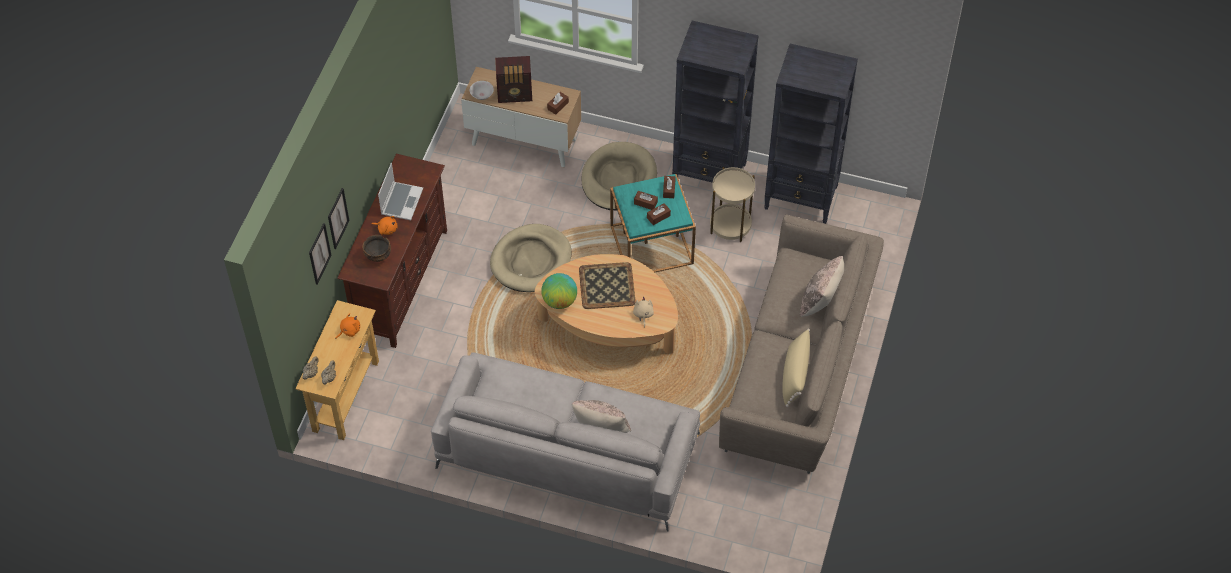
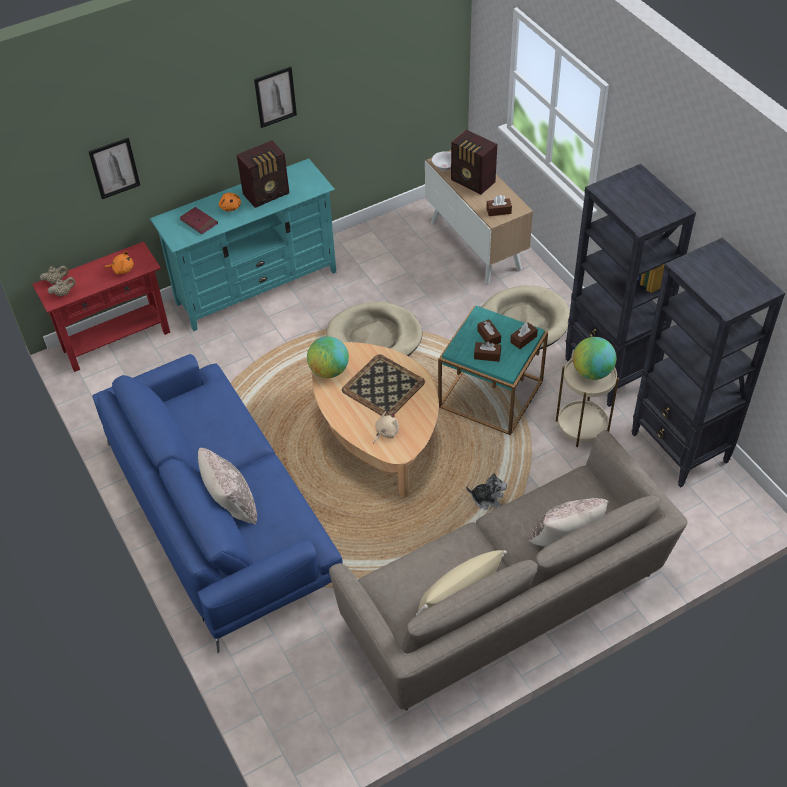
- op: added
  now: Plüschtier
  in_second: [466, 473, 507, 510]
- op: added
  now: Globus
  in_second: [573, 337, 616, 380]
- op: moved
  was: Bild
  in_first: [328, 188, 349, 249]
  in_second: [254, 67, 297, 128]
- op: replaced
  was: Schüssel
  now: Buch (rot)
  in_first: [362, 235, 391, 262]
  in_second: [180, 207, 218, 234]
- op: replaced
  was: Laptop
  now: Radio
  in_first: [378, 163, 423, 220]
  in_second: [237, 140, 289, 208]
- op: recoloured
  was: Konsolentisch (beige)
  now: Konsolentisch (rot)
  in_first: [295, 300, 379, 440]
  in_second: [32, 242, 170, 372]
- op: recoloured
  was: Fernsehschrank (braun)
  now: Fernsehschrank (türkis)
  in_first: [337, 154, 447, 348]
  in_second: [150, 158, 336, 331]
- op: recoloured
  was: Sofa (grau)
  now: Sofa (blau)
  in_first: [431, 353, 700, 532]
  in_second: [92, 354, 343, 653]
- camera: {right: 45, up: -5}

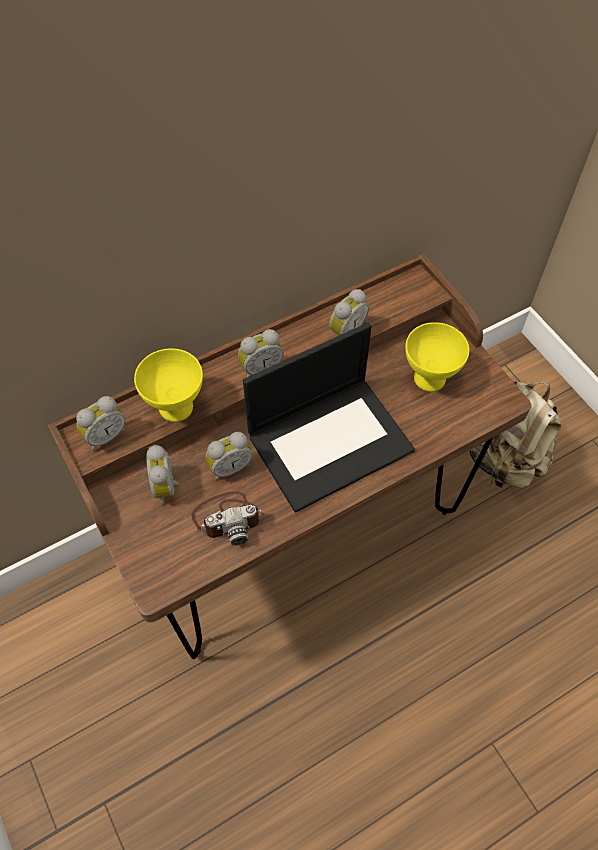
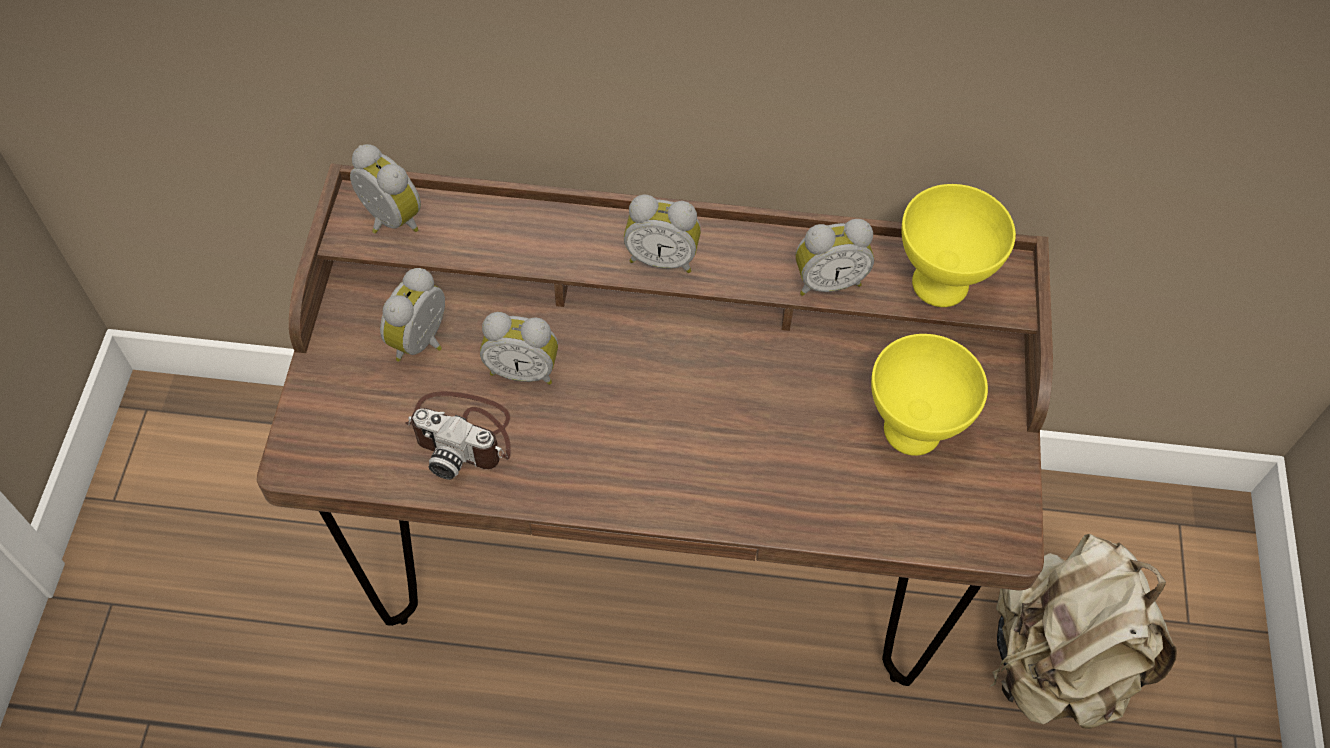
- op: removed
  was: Laptop
  in_first: [243, 323, 415, 513]
- op: moved
  was: Schüssel (gelb)
  in_first: [134, 348, 203, 422]
  in_second: [901, 184, 1016, 307]
- op: turned
  was: Wecker
  in_first: [76, 396, 126, 451]
  in_second: [350, 144, 421, 234]
  clockwise: -135
- camera: {right: 35, up: 0}

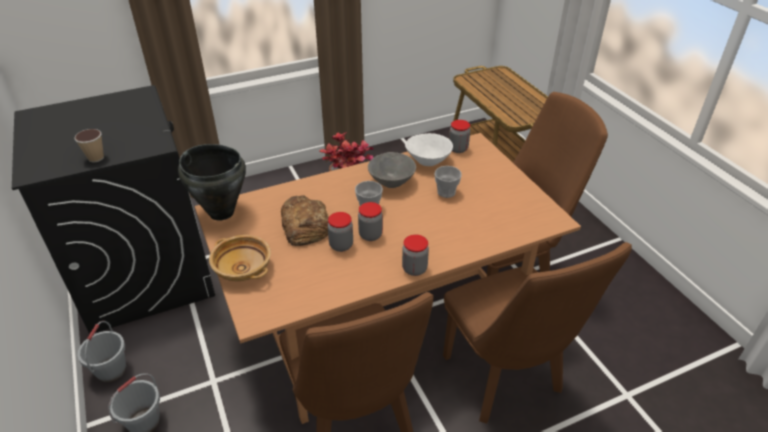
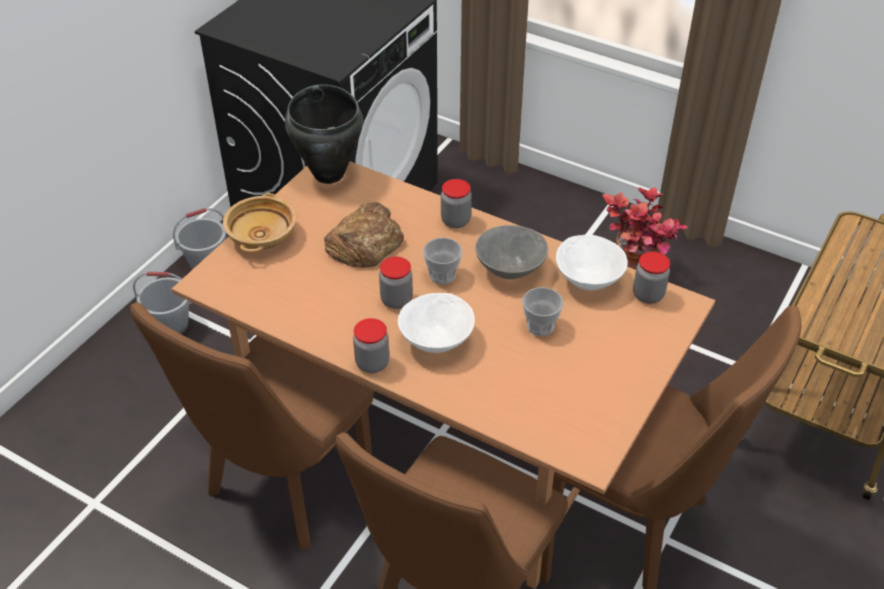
- op: removed
  was: Tasse
  in_first: [74, 129, 104, 162]
- op: added
  now: Schüssel (weiß)
  in_second: [398, 293, 475, 353]
- op: moved
  was: Vorratsglas
  in_first: [328, 212, 353, 252]
  in_second: [441, 179, 472, 228]
- camera: {right: 55, up: 5}

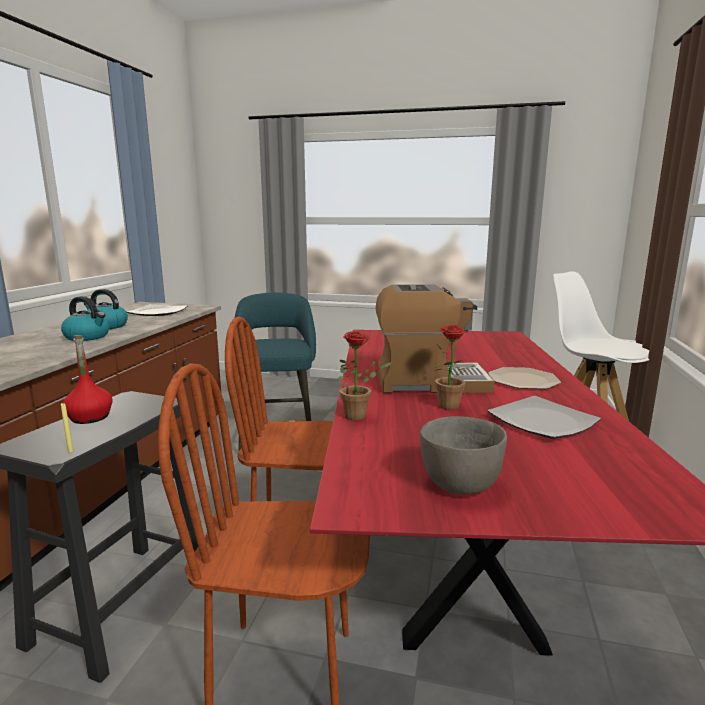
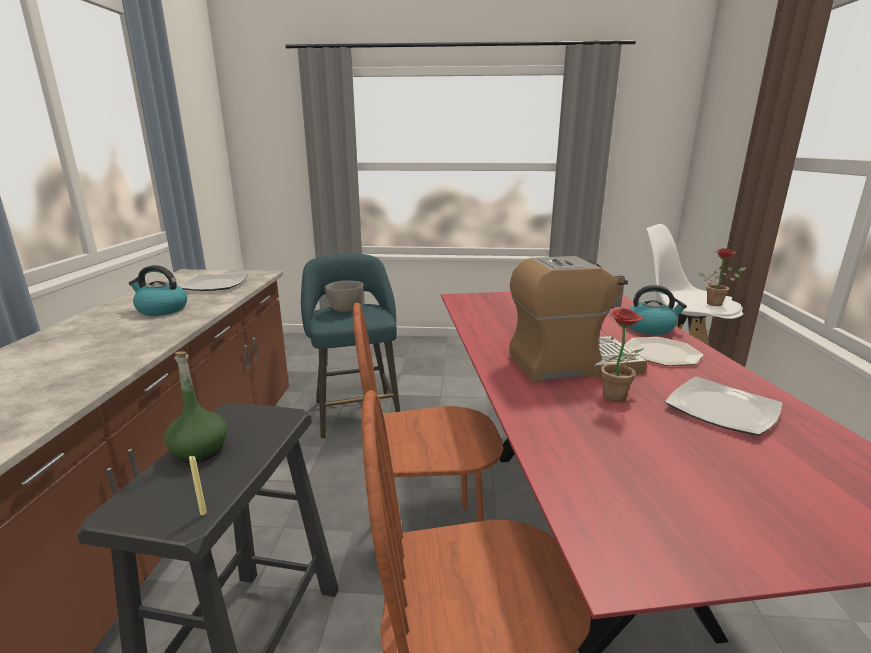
- op: moved
  was: Wasserkessel
  in_first: [61, 296, 109, 341]
  in_second: [629, 285, 687, 335]
- op: moved
  was: Topfpflanze
  in_first: [338, 331, 392, 421]
  in_second: [699, 248, 746, 306]
- op: moved
  was: Schüssel (grau)
  in_first: [420, 416, 507, 495]
  in_second: [325, 281, 363, 312]
- op: recoloured
  was: Flasche (rot)
  now: Flasche (grün)
  in_first: [63, 335, 113, 424]
  in_second: [164, 351, 227, 463]
- camera: {right: -10, up: 5}

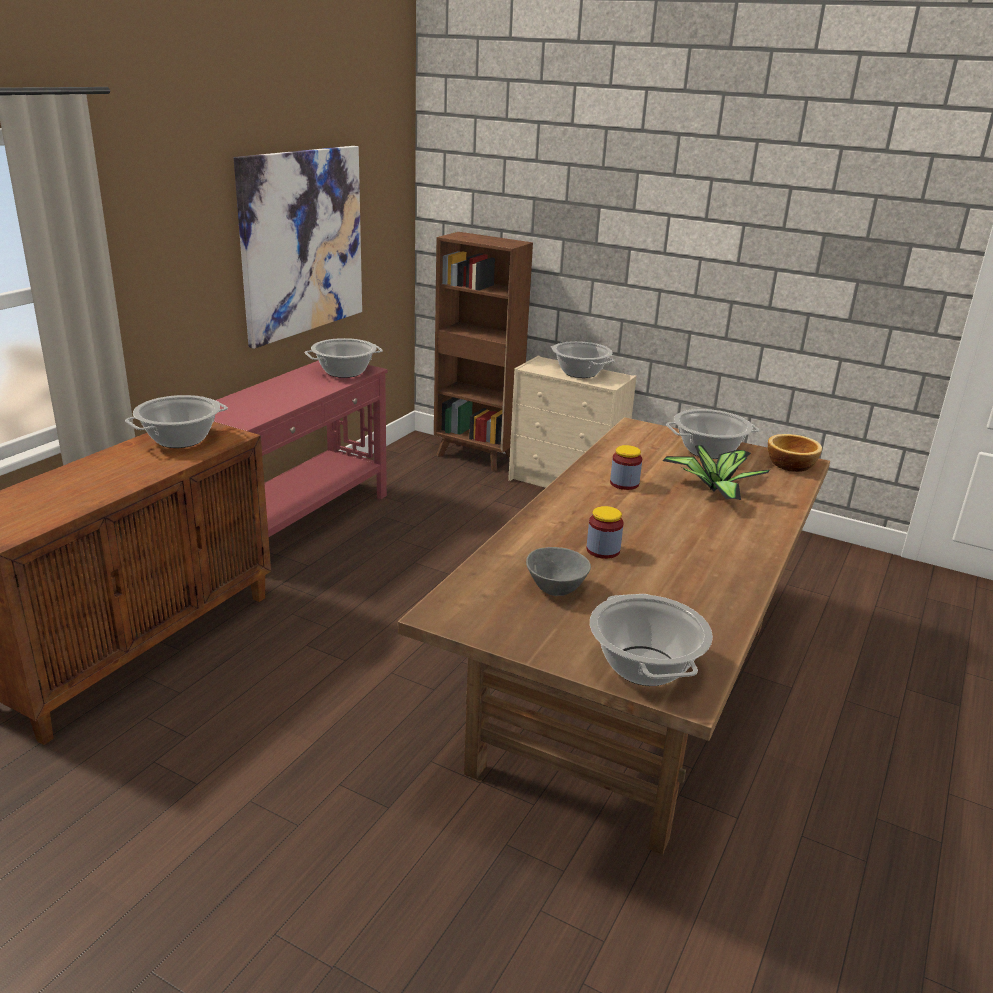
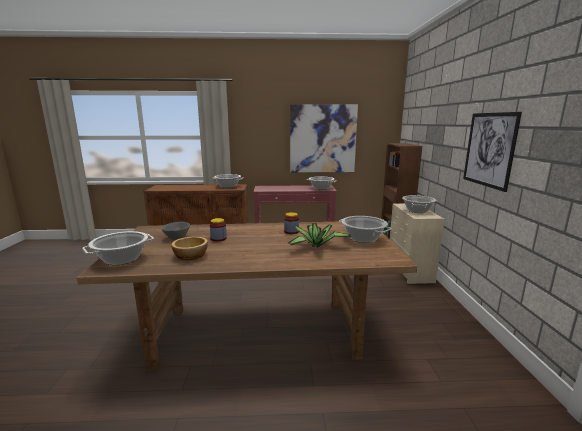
- op: added
  now: Bild
  in_second: [463, 112, 522, 192]
- op: moved
  was: Schüssel
  in_first: [768, 434, 822, 472]
  in_second: [171, 236, 208, 261]
- camera: {right: 60, up: -10}

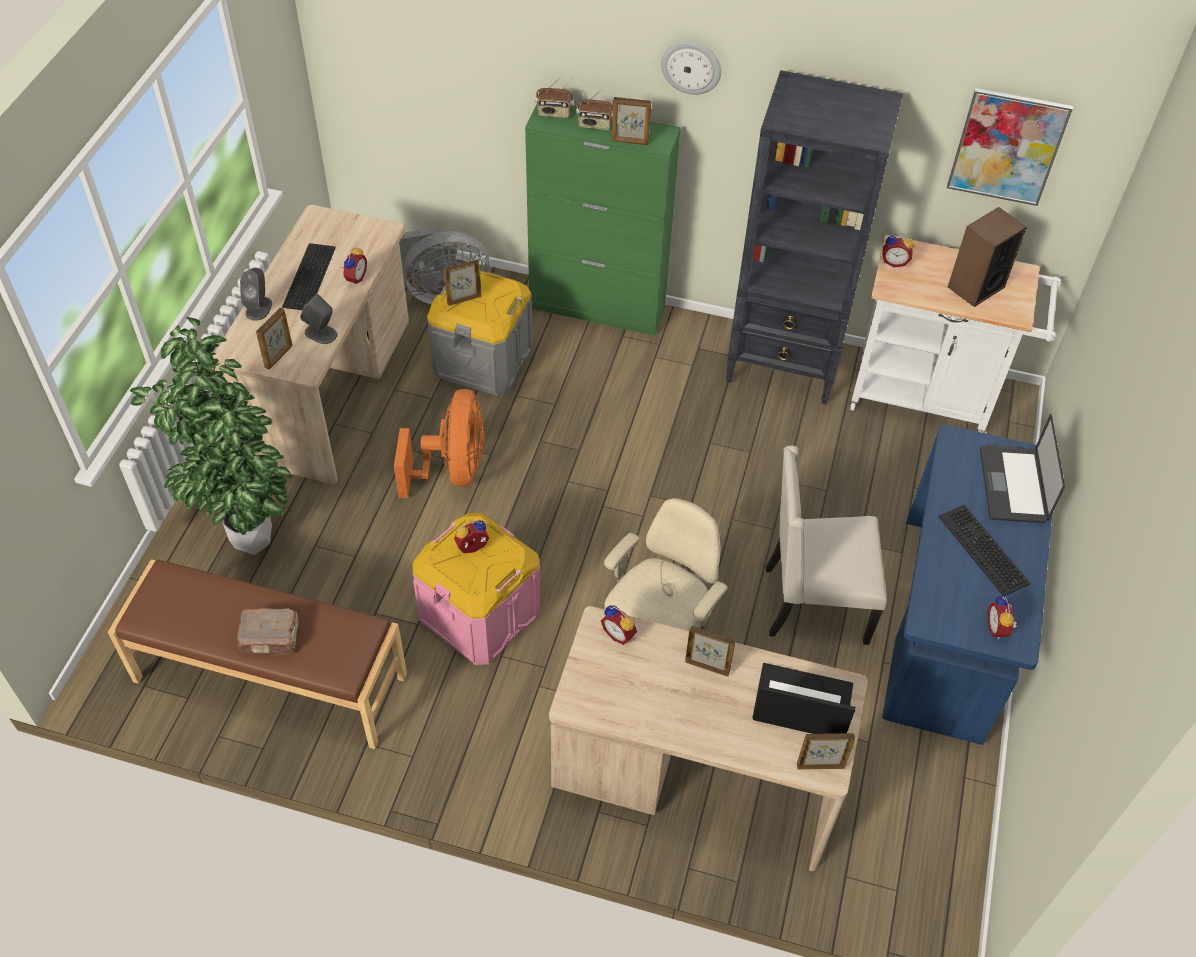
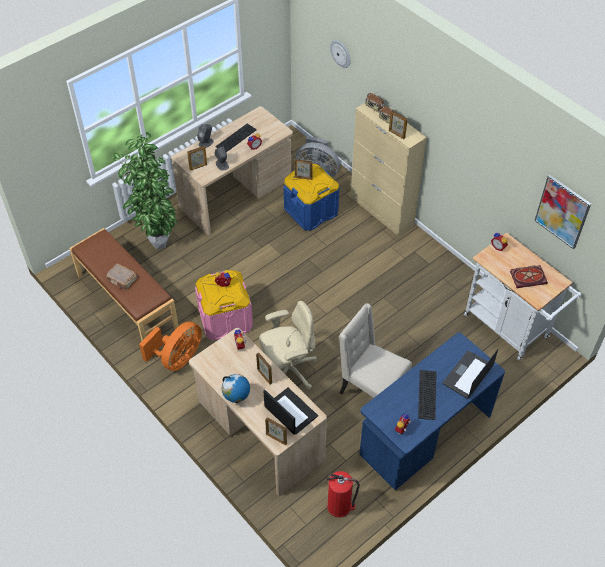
- op: removed
  was: Bücherregal (schwarz)
  in_first: [726, 70, 903, 404]
- op: added
  now: Globus
  in_second: [222, 374, 250, 403]
- op: added
  now: Feuerlöscher
  in_second: [326, 471, 360, 518]
- op: moved
  was: Ventilator (orange)
  in_first: [394, 389, 484, 498]
  in_second: [139, 322, 202, 371]
- op: moved
  was: Wanduhr
  in_first: [661, 41, 721, 95]
  in_second: [330, 40, 350, 68]
- op: replaced
  was: Lautsprecher
  now: Buch
  in_first: [948, 207, 1027, 307]
  in_second: [510, 265, 548, 288]
- op: recoloured
  was: Aufbewahrungsbox (grau)
  now: Aufbewahrungsbox (blau)
  in_first: [427, 271, 533, 396]
  in_second: [284, 164, 339, 231]
- op: recoloured
  was: Schrank (grün)
  now: Schrank (beige)
  in_first: [525, 105, 681, 336]
  in_second: [351, 103, 427, 236]
- camera: {right: 35, up: 0}

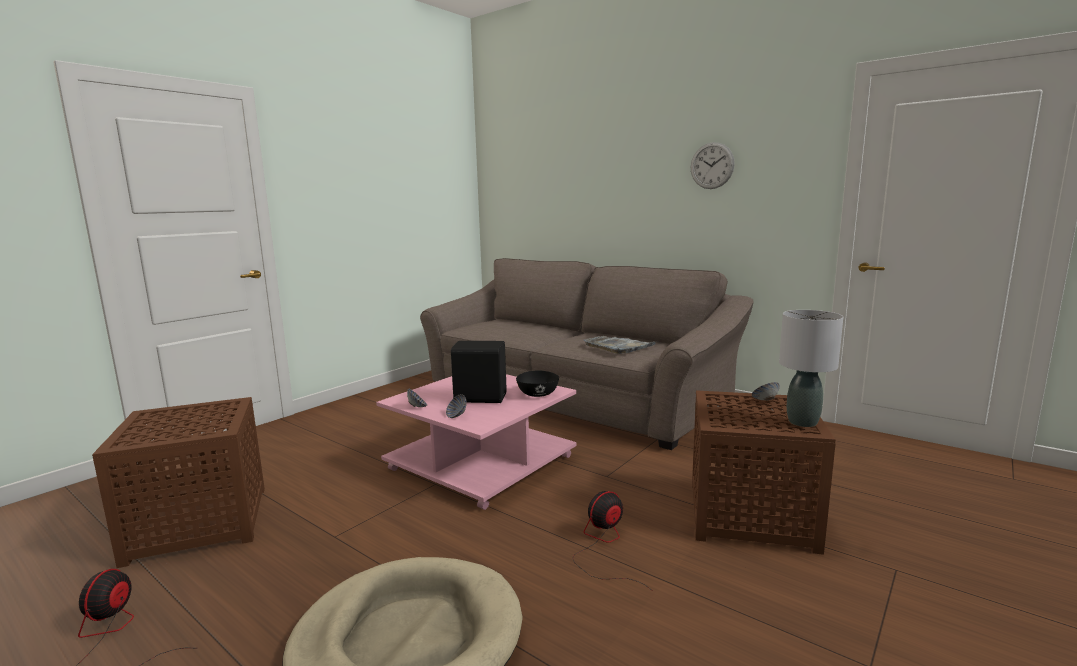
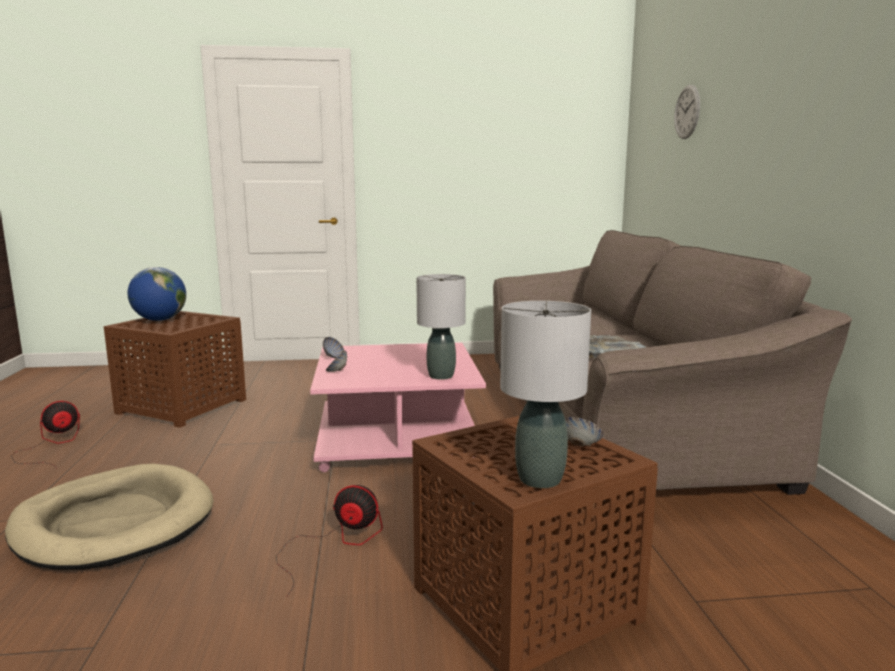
- op: removed
  was: Lautsprecher (schwarz)
  in_first: [451, 341, 507, 403]
- op: added
  now: Globus
  in_second: [127, 267, 186, 321]
- op: moved
  was: Wanduhr
  in_first: [691, 142, 735, 189]
  in_second: [674, 85, 700, 139]
- op: replaced
  was: Schüssel (schwarz)
  now: Tischlampe (grau)
  in_first: [516, 371, 559, 397]
  in_second: [416, 274, 466, 380]
- camera: {right: 45, up: 0}

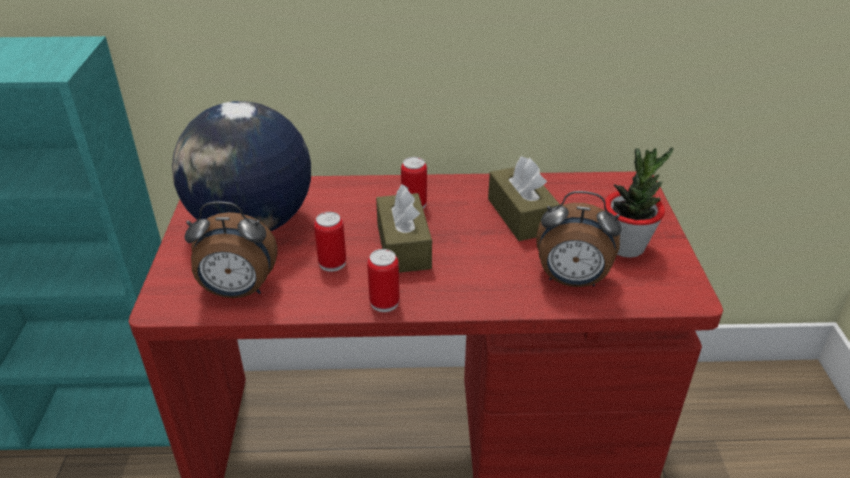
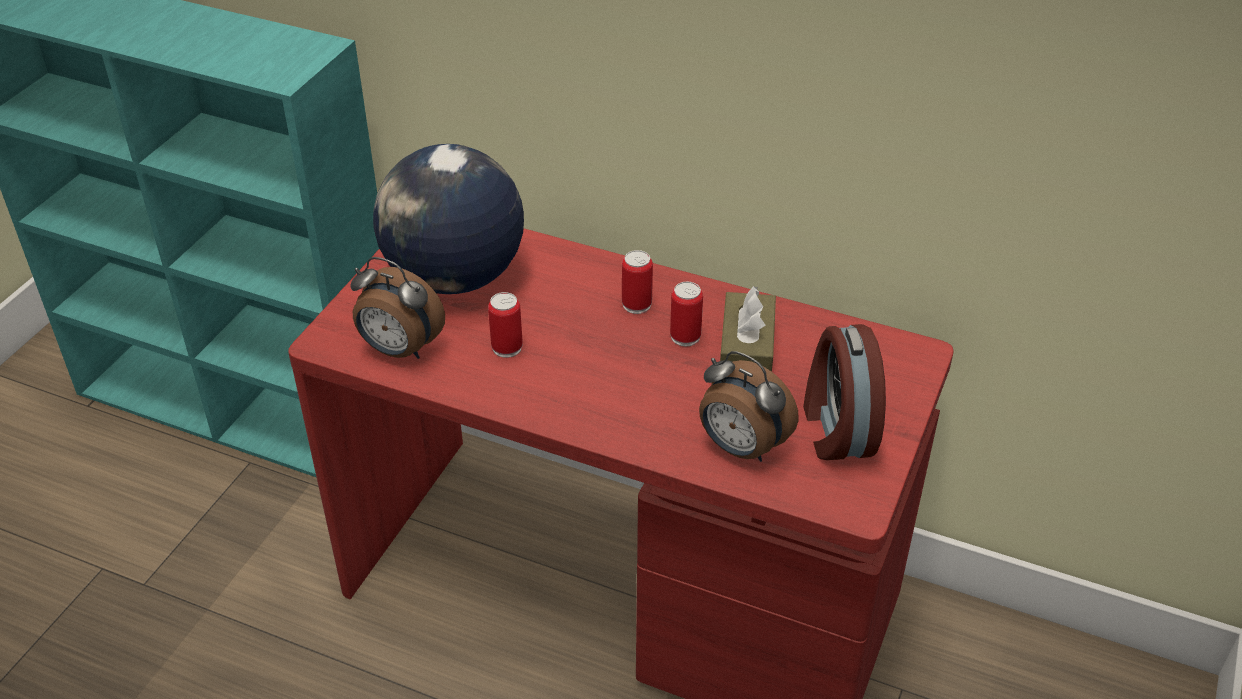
- op: removed
  was: Taschentuchbox (braun)
  in_first: [376, 184, 432, 273]
- op: moved
  was: Dose
  in_first: [367, 249, 400, 312]
  in_second: [670, 282, 703, 346]
- op: replaced
  was: Topfpflanze
  now: Wecker
  in_first: [605, 147, 673, 258]
  in_second: [803, 324, 886, 460]
- camera: {right: 25, up: 5}

